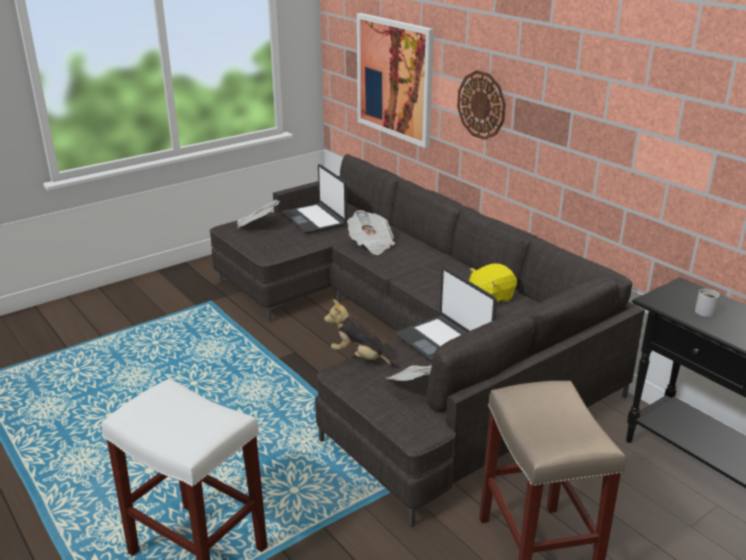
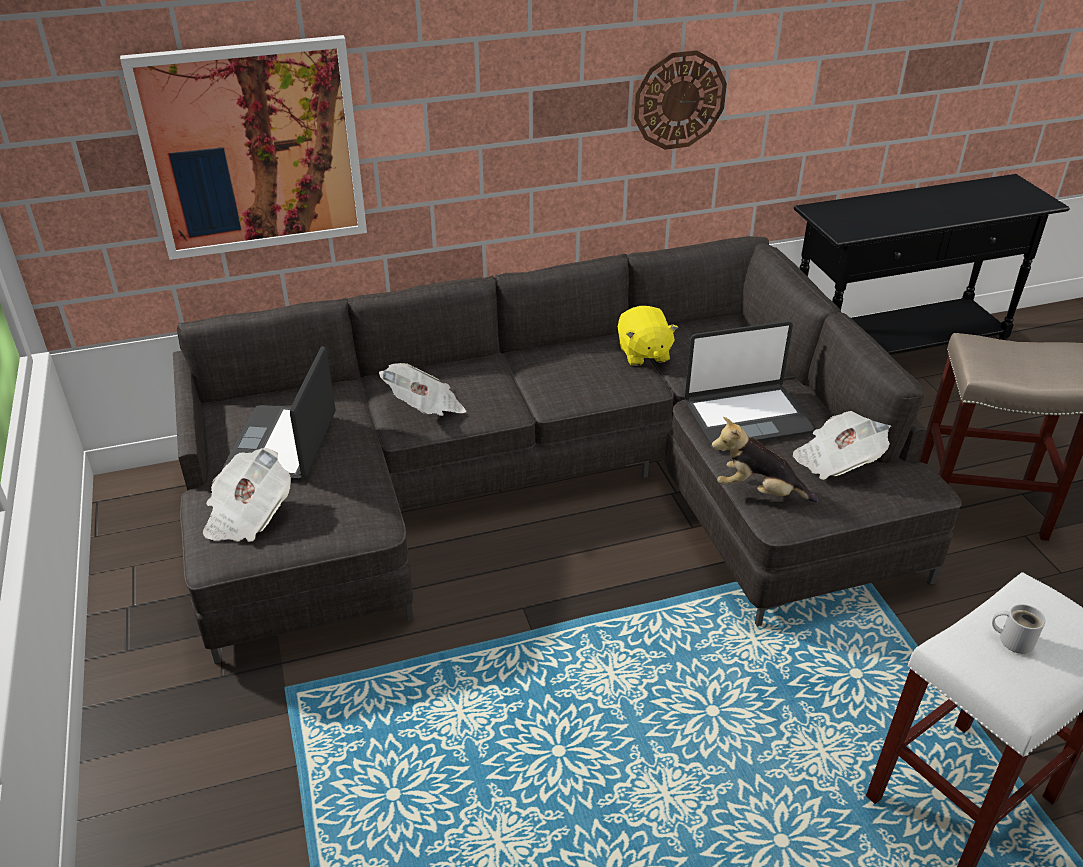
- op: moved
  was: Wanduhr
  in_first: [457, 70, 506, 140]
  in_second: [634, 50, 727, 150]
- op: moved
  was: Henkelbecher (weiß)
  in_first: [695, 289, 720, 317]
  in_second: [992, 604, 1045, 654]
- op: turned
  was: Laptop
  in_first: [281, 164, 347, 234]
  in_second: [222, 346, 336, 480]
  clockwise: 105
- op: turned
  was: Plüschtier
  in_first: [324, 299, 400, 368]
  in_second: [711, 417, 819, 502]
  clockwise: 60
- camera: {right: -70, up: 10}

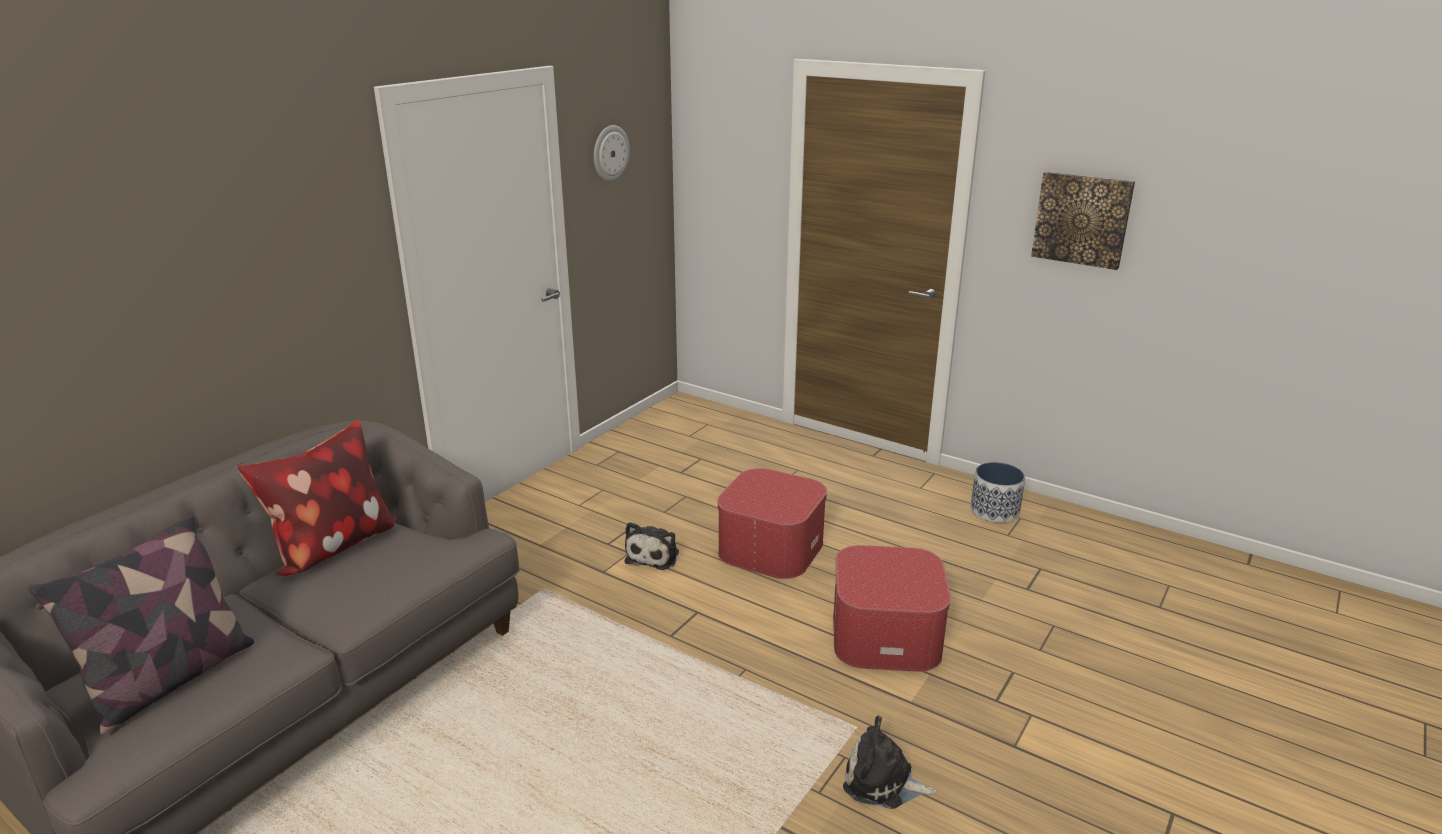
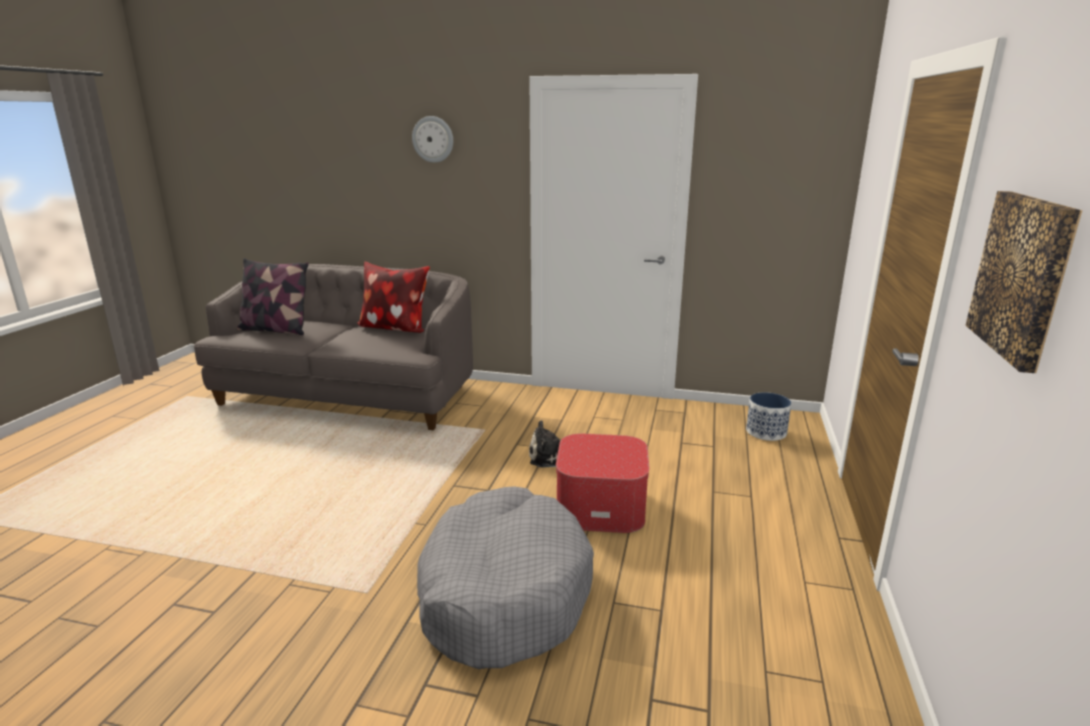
- op: removed
  was: Plüschtier
  in_first: [843, 716, 936, 809]
- op: moved
  was: Wanduhr
  in_first: [594, 125, 630, 182]
  in_second: [412, 116, 453, 163]
- op: moved
  was: Pflanzkübel
  in_first: [971, 462, 1025, 523]
  in_second: [746, 392, 791, 441]
- op: replaced
  was: Polsterhocker
  now: Hundebett (grau)
  in_first: [833, 545, 951, 672]
  in_second: [417, 486, 594, 669]
- camera: {right: 70, up: -5}

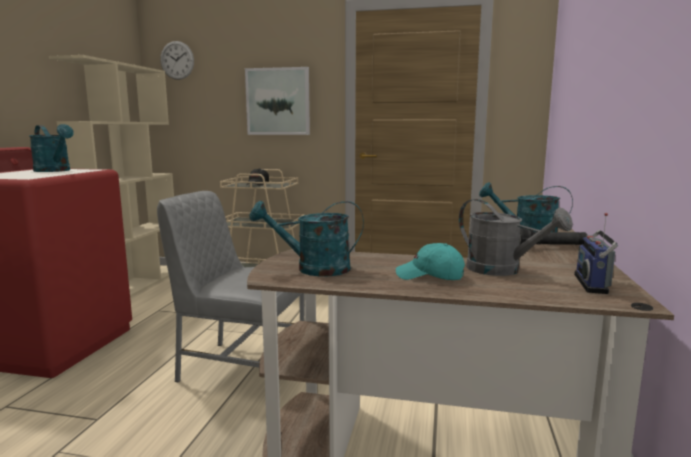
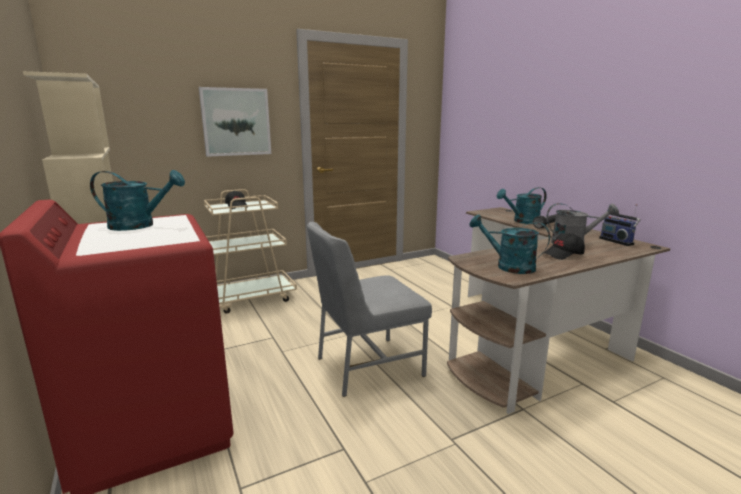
- op: removed
  was: Wanduhr
  in_first: [160, 41, 194, 80]
- op: recoloured
  was: Kappe (türkis)
  now: Kappe (schwarz)
  in_first: [396, 243, 465, 280]
  in_second: [543, 233, 585, 260]
- op: turned
  was: Gießkanne (türkis)
  in_first: [250, 200, 364, 276]
  in_second: [469, 215, 550, 274]
  clockwise: 75
- camera: {right: -40, up: 5}

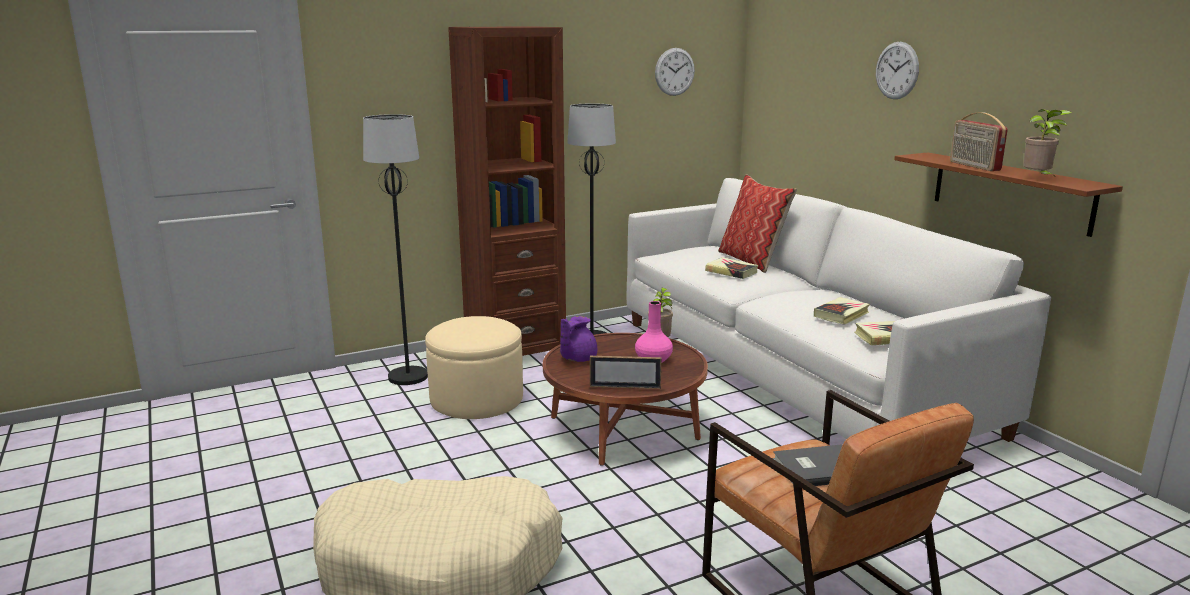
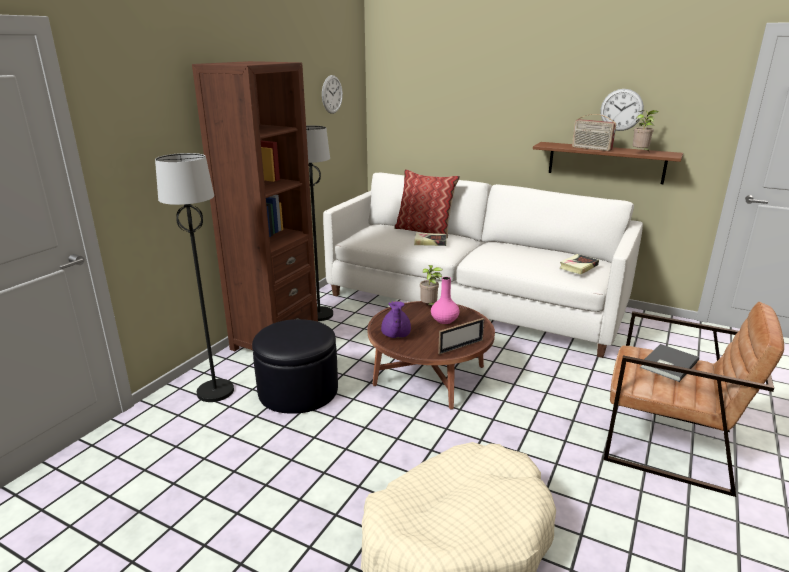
- op: removed
  was: Buch
  in_first: [814, 297, 870, 325]
- op: moved
  was: Wanduhr
  in_first: [876, 42, 919, 99]
  in_second: [600, 89, 644, 131]
- op: recoloured
  was: Polsterhocker (beige)
  now: Polsterhocker (schwarz)
  in_first: [425, 316, 523, 419]
  in_second: [252, 319, 338, 414]
- camera: {right: -35, up: 5}

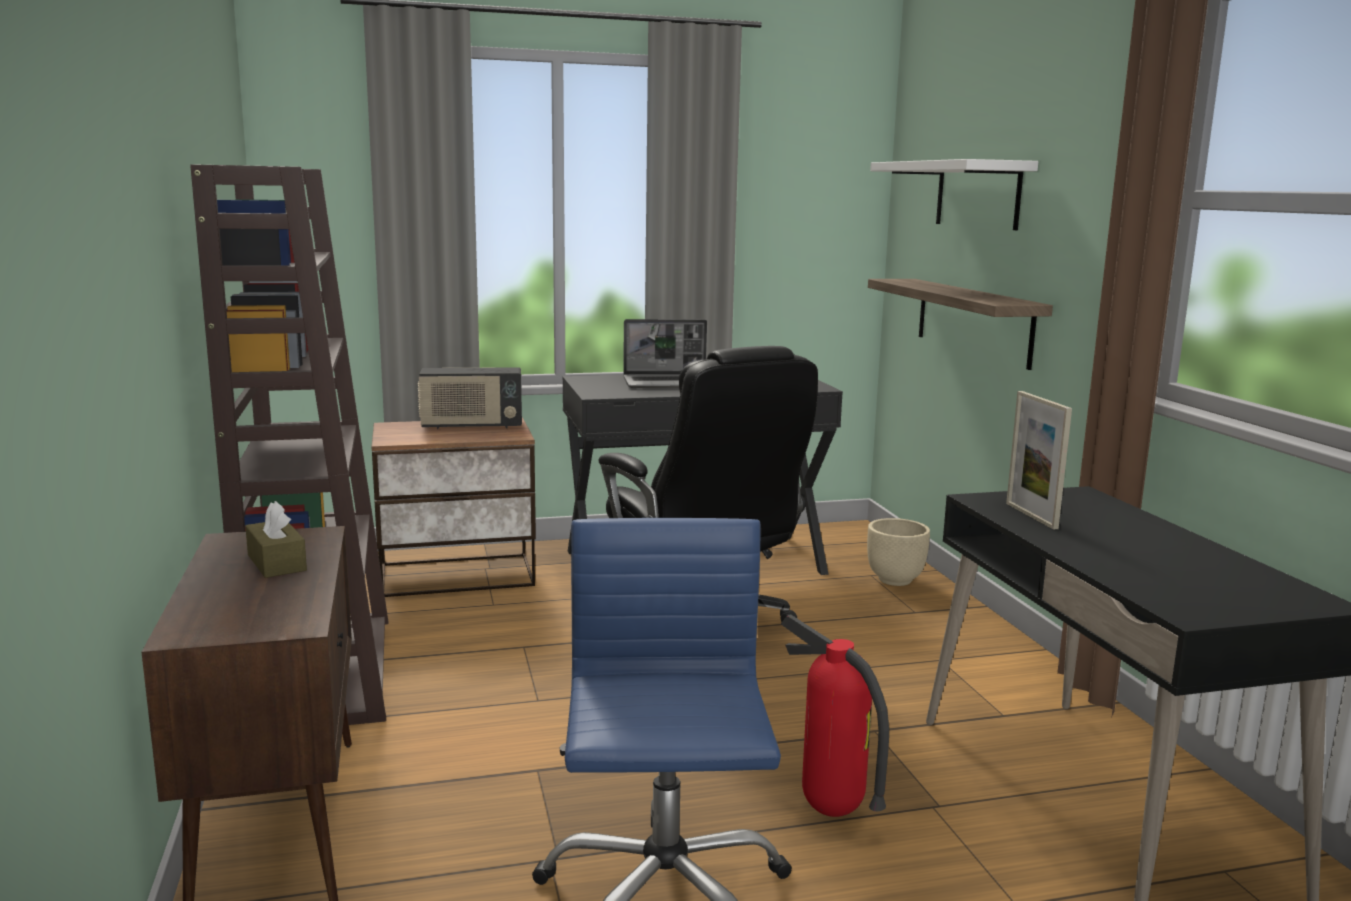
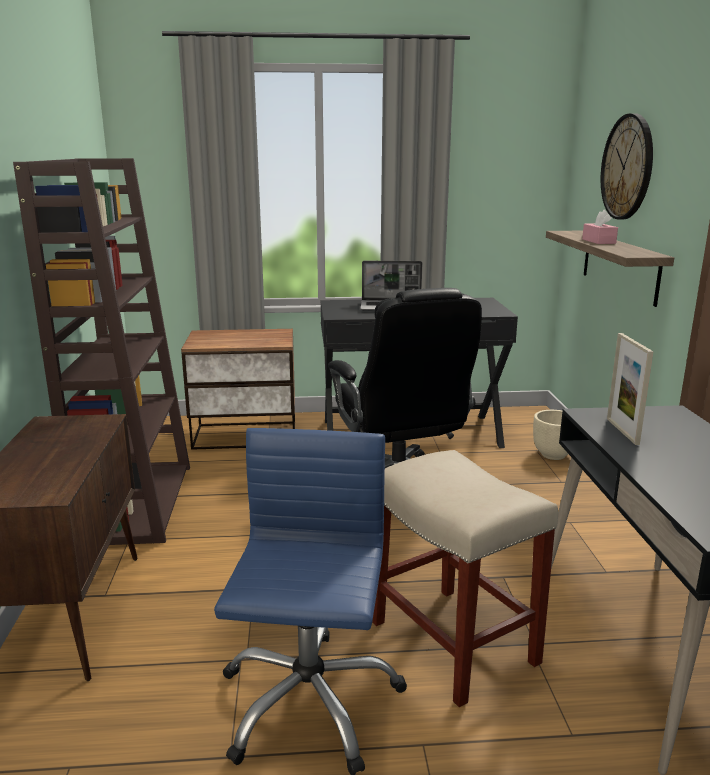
- op: removed
  was: Taschentuchbox (braun)
  in_first: [245, 501, 307, 578]
- op: removed
  was: Radio
  in_first: [418, 367, 522, 430]
- op: added
  now: Taschentuchbox (rosa)
  in_second: [582, 210, 618, 244]
- op: replaced
  was: Feuerlöscher
  now: Hocker (beige)
  in_first: [781, 614, 889, 817]
  in_second: [372, 450, 558, 707]
- op: replaced
  was: Wandregal (weiß)
  now: Wanduhr
  in_first: [870, 159, 1038, 230]
  in_second: [601, 113, 653, 219]
- camera: {right: 10, up: 5}

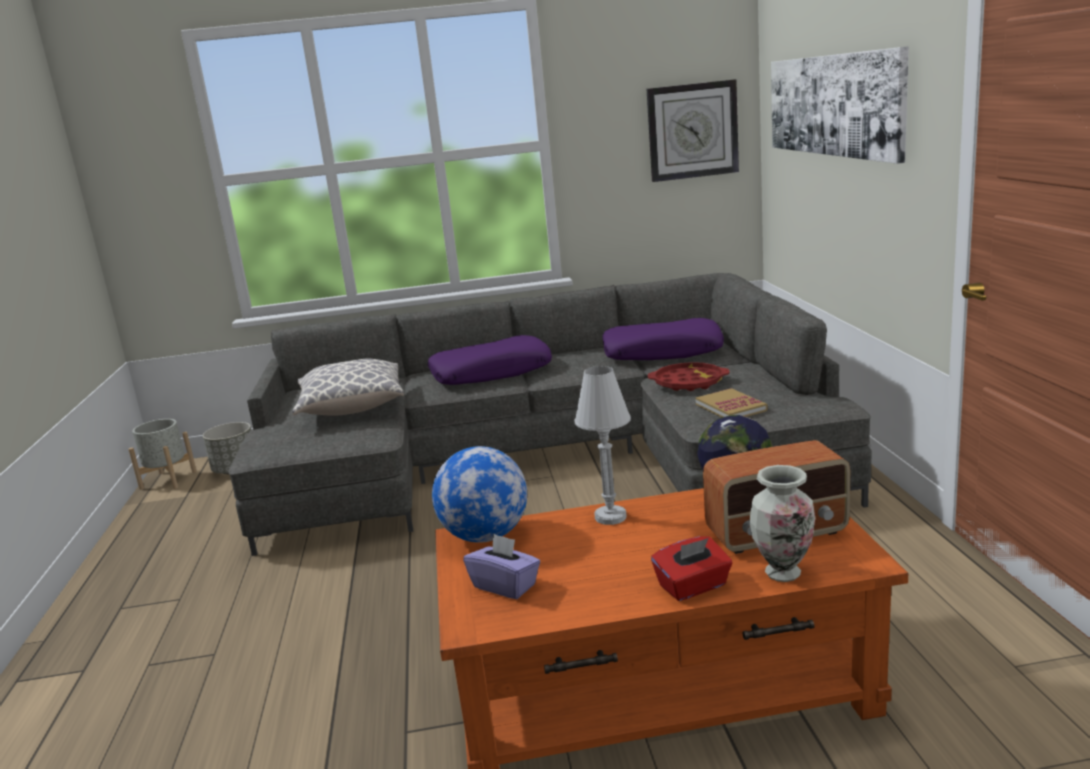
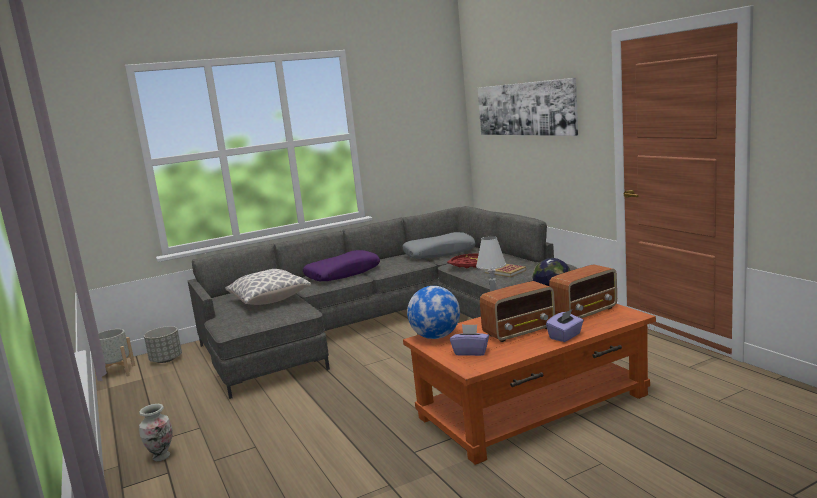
- op: removed
  was: Wanduhr
  in_first: [647, 79, 739, 182]
- op: added
  now: Radio
  in_second: [480, 281, 555, 342]
- op: moved
  was: Vase
  in_first: [749, 465, 815, 582]
  in_second: [139, 404, 173, 461]
- op: recoloured
  was: Kissen (lila)
  now: Kissen (grau)
  in_first: [602, 318, 724, 360]
  in_second: [403, 232, 476, 259]
- op: recoloured
  was: Taschentuchbox (rot)
  now: Taschentuchbox (lila)
  in_first: [651, 536, 733, 601]
  in_second: [546, 309, 584, 342]
- camera: {right: -20, up: -5}

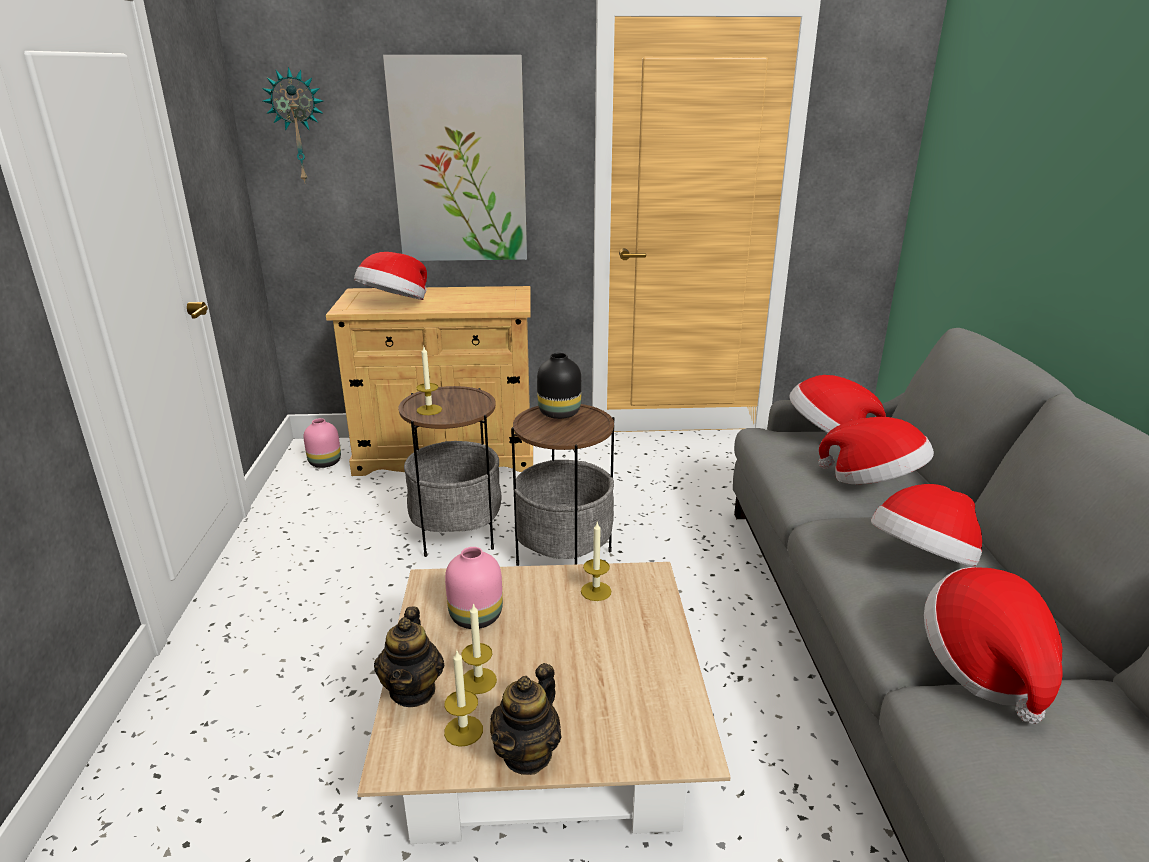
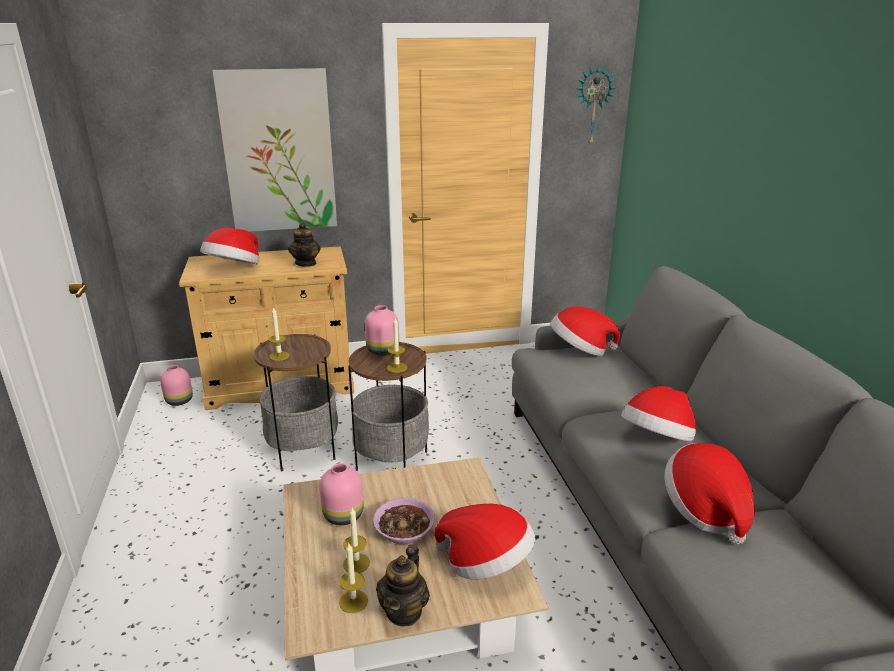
- op: added
  now: Schüssel
  in_second: [373, 498, 435, 544]
- op: moved
  was: Wanduhr
  in_first: [262, 67, 323, 183]
  in_second: [576, 64, 616, 147]
- op: moved
  was: Teekanne
  in_first: [374, 607, 444, 707]
  in_second: [288, 222, 321, 267]
- op: moved
  was: Kerze
  in_first: [581, 522, 611, 601]
  in_second: [387, 318, 407, 373]
- op: moved
  was: Hut
  in_first: [818, 417, 934, 484]
  in_second: [434, 504, 535, 579]
- op: recoloured
  was: Vase (schwarz)
  now: Vase (rosa)
  in_first: [537, 353, 581, 419]
  in_second: [365, 305, 399, 356]
- camera: {right: -10, up: 0}

